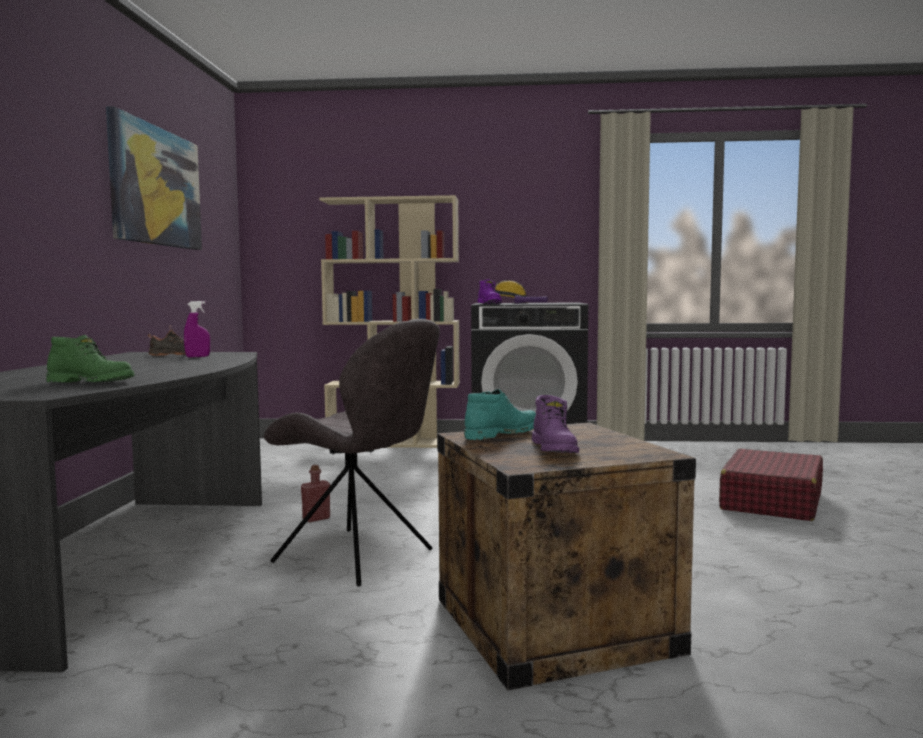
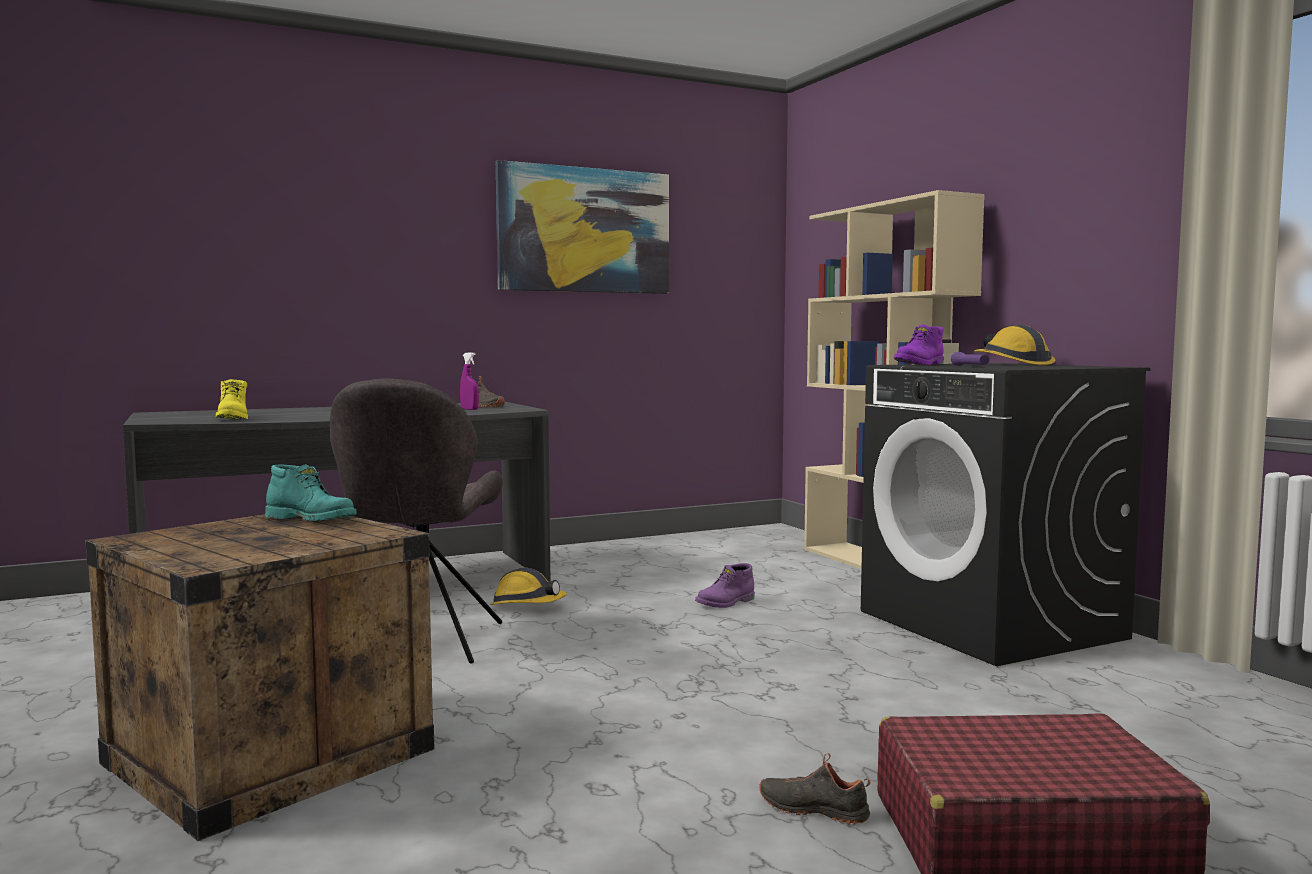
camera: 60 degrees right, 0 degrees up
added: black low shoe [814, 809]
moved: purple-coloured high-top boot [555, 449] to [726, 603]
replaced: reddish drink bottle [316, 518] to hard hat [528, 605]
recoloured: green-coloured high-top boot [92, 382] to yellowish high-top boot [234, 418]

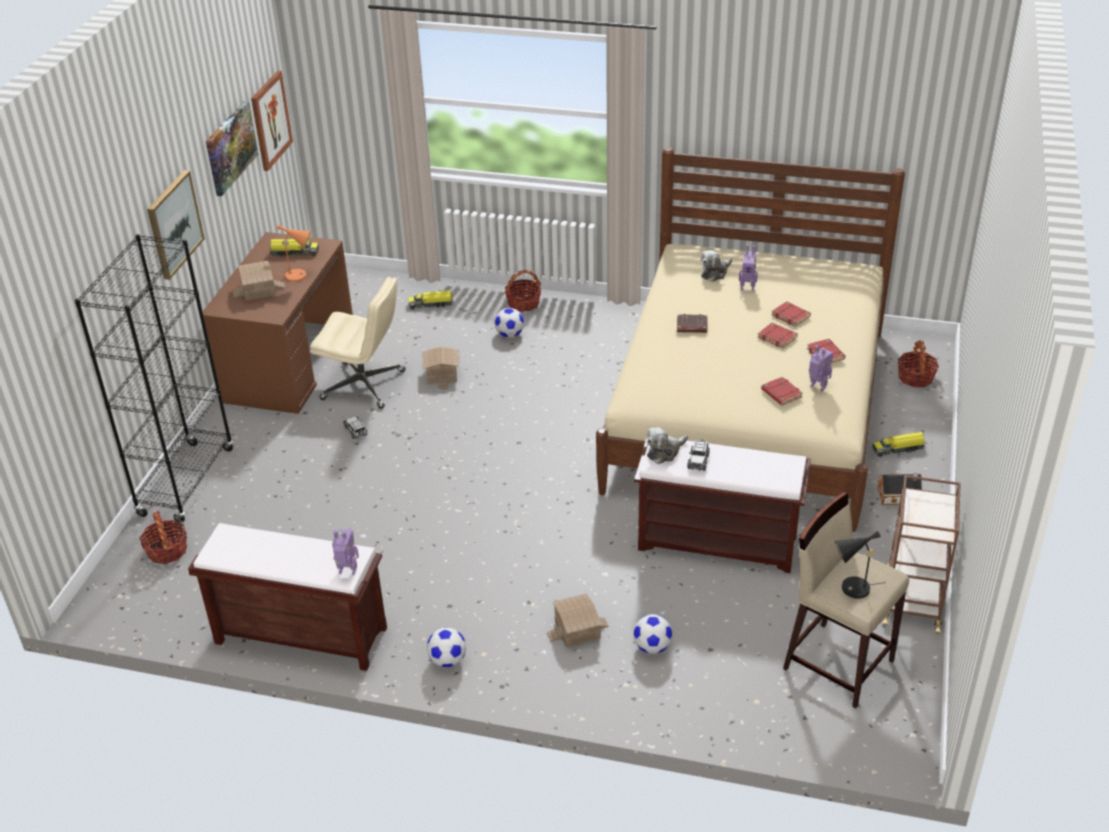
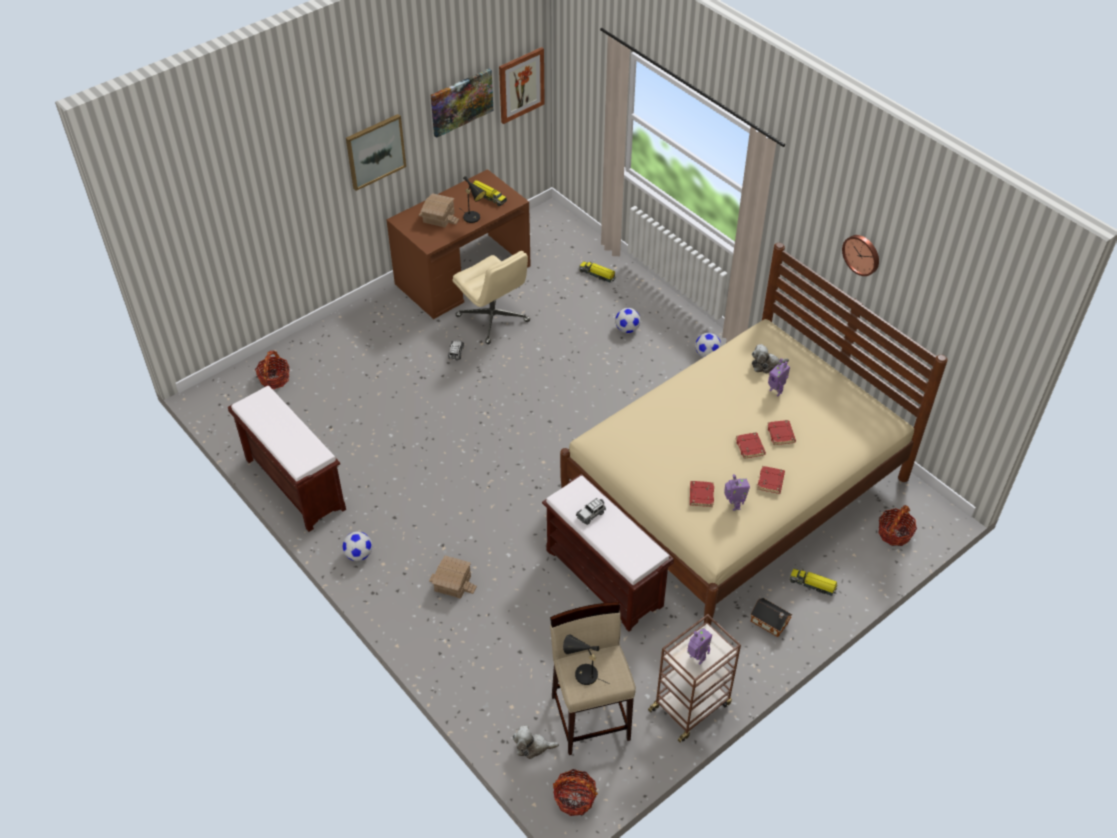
camera: 35 degrees right, 10 degrees up
removed: black shelving unit [186, 482]; toy house [441, 374]; brownish bound book [691, 326]
added: clock on the wall [862, 254]
moved: soft toy [664, 452] to [532, 746]; storage basket [523, 303] to [574, 798]; toy robot [347, 571] to [696, 658]; ball for football [652, 647] to [706, 354]
recoloured: orange-coloured lamp for a table [299, 276] to black lamp for a table [474, 218]

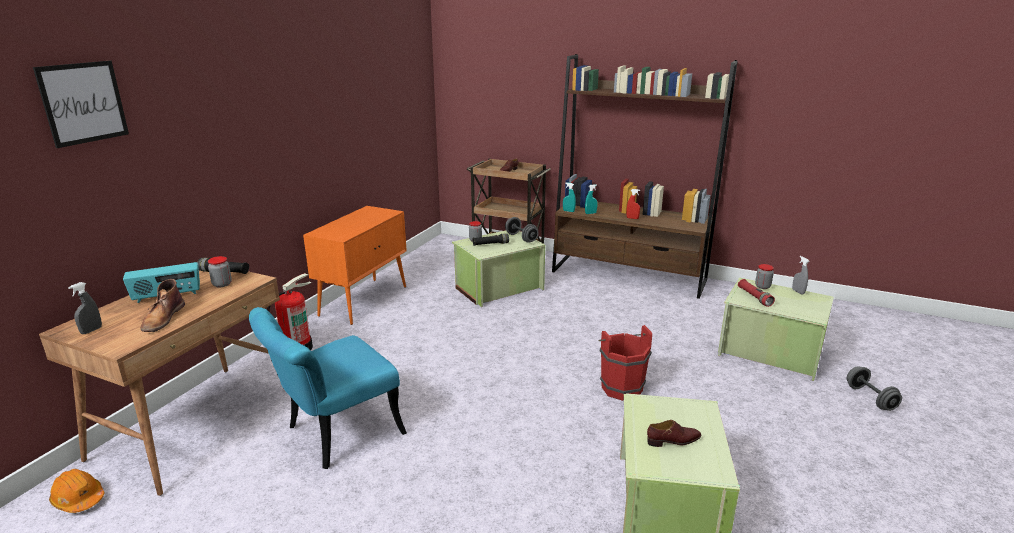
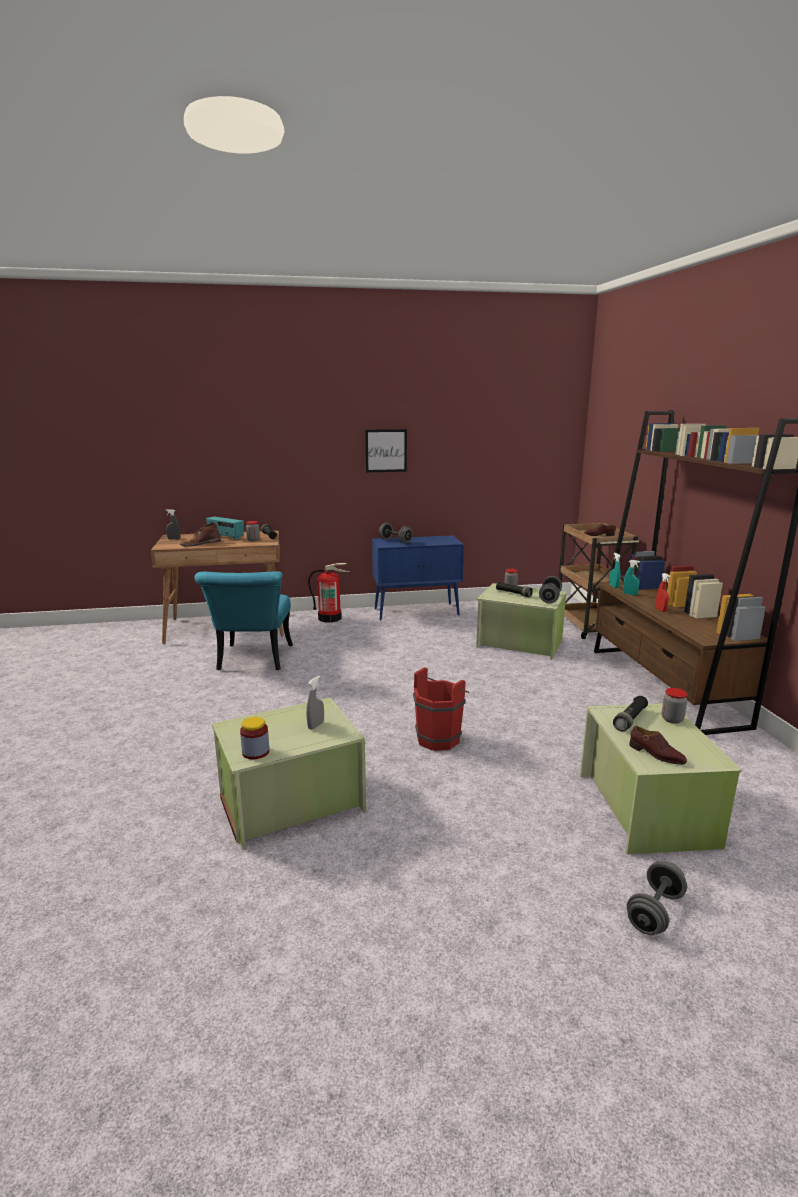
camera: 55 degrees right, 5 degrees down
removed: orange-coloured hard hat [78, 499]
added: storage jar [255, 752]; gray dumbbell [395, 541]
moved: gray sprayer [798, 292] to [316, 725]; wall art [83, 103] to [386, 450]; brownish low shoe [673, 441] to [656, 754]
recoloured: orange-coloured storage cabinet [364, 300] to blue-coloured storage cabinet [417, 612]; reddish hand torch [754, 297] to black hand torch [630, 719]
turned: blue-green upright chair [334, 435] = [253, 661] 105 degrees counterclockwise

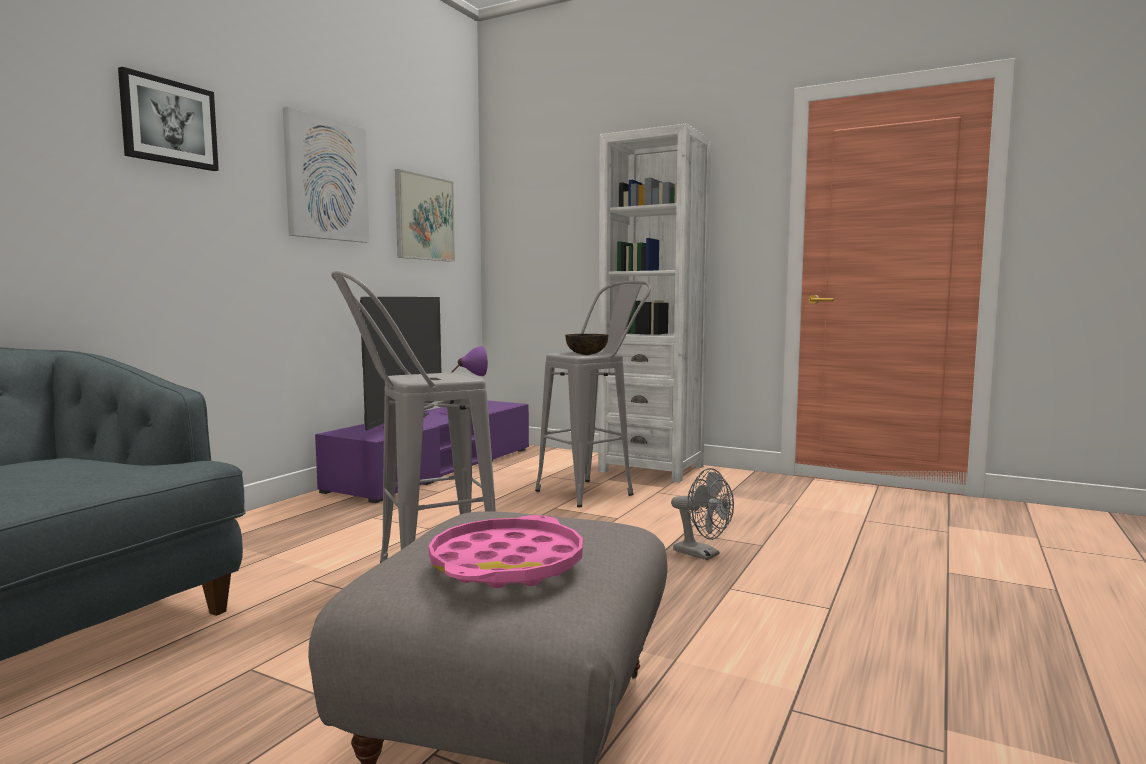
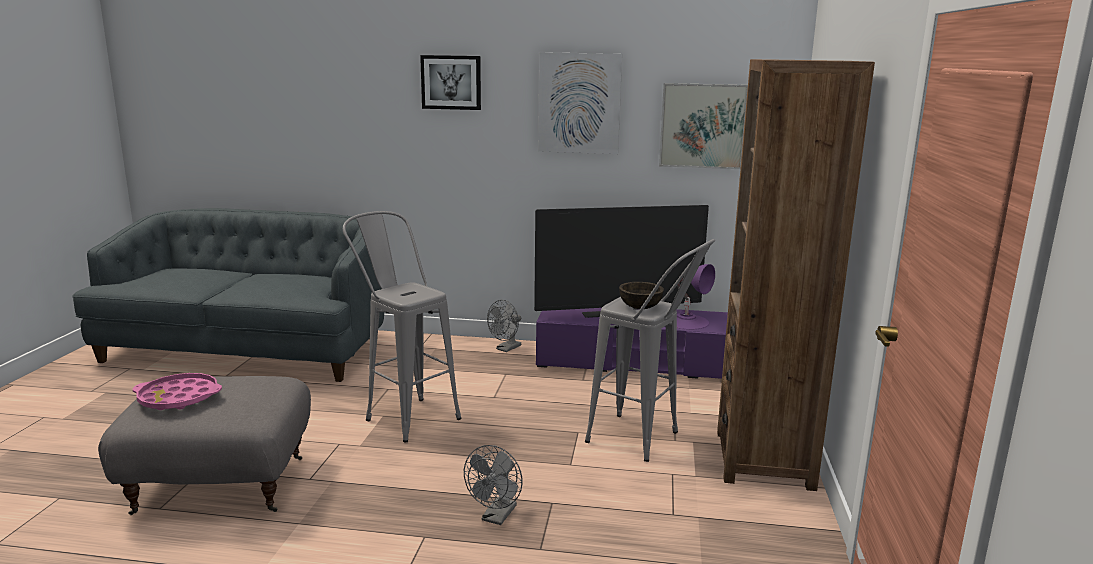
camera: 70 degrees right, 10 degrees up
added: gray fan [506, 349]
recoloured: whitish shelving unit [651, 469] to brownish shelving unit [764, 459]

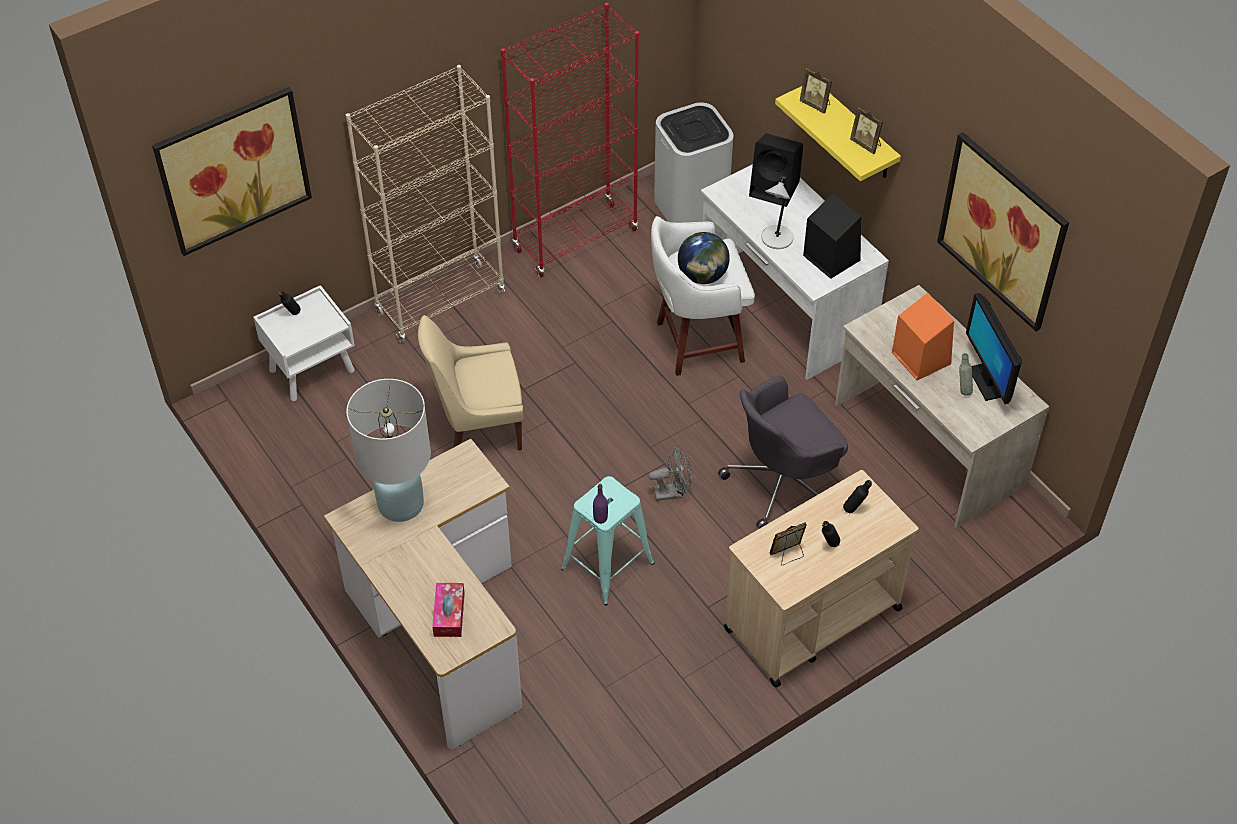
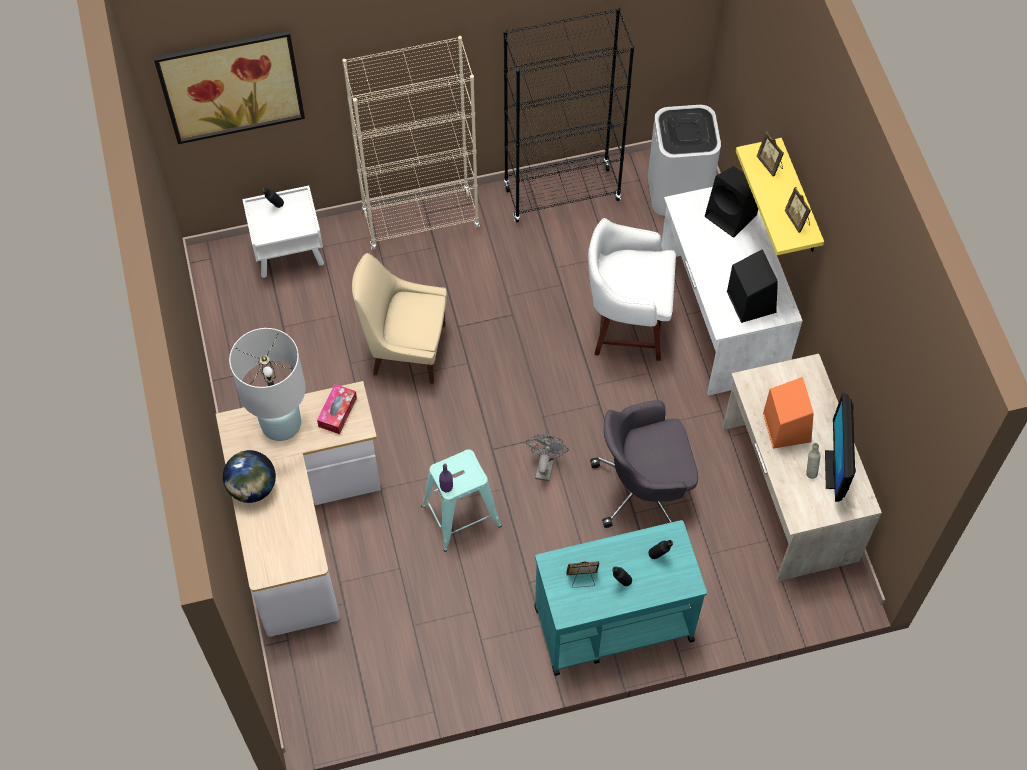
camera: 20 degrees right, 10 degrees up
removed: gray lamp for a table [776, 239]; wall art [1003, 230]
moved: world globe [702, 276] to [252, 488]; box of tissues [449, 614] to [337, 412]
recoloured: reddish shelving unit [575, 240] to black shelving unit [562, 194]; sand-coloured trolley [811, 619] to blue-green trolley [612, 623]
turned: gray fan [673, 492] = [545, 465] 90 degrees counterclockwise

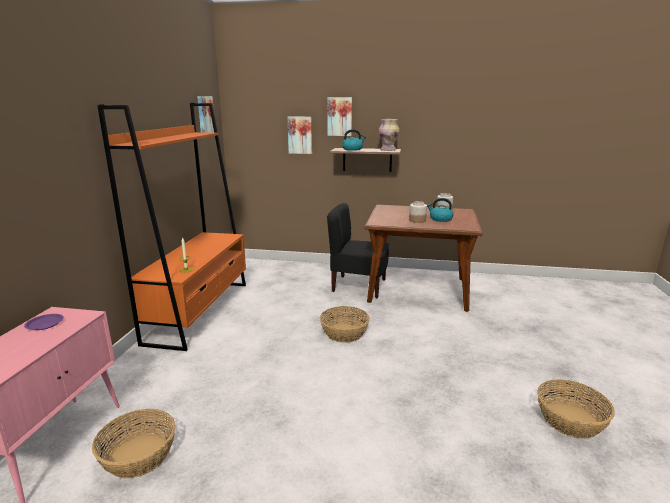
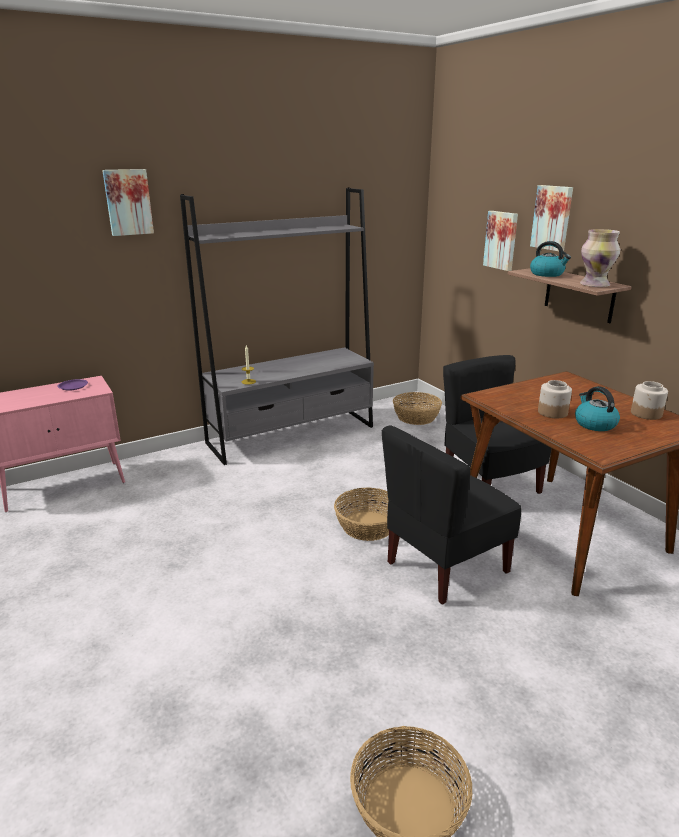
camera: 50 degrees right, 5 degrees up
added: black upright chair [445, 567]
moved: wall art [205, 116] to [128, 202]; storage basket [139, 455] to [416, 417]
recoloured: orange-coloured shelving unit [200, 311] to gray shelving unit [292, 435]

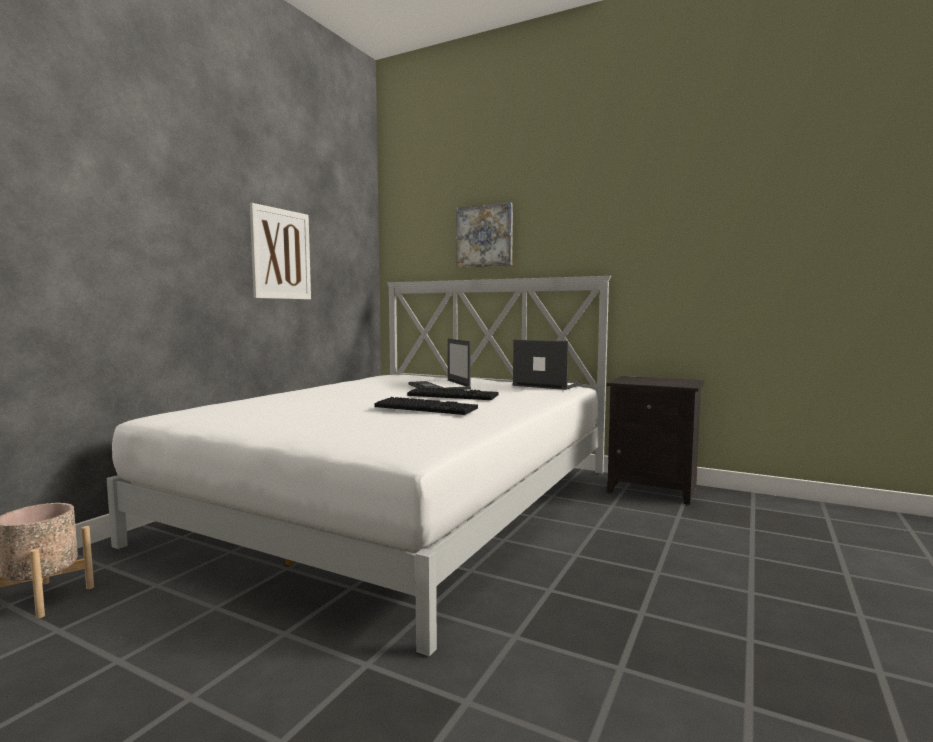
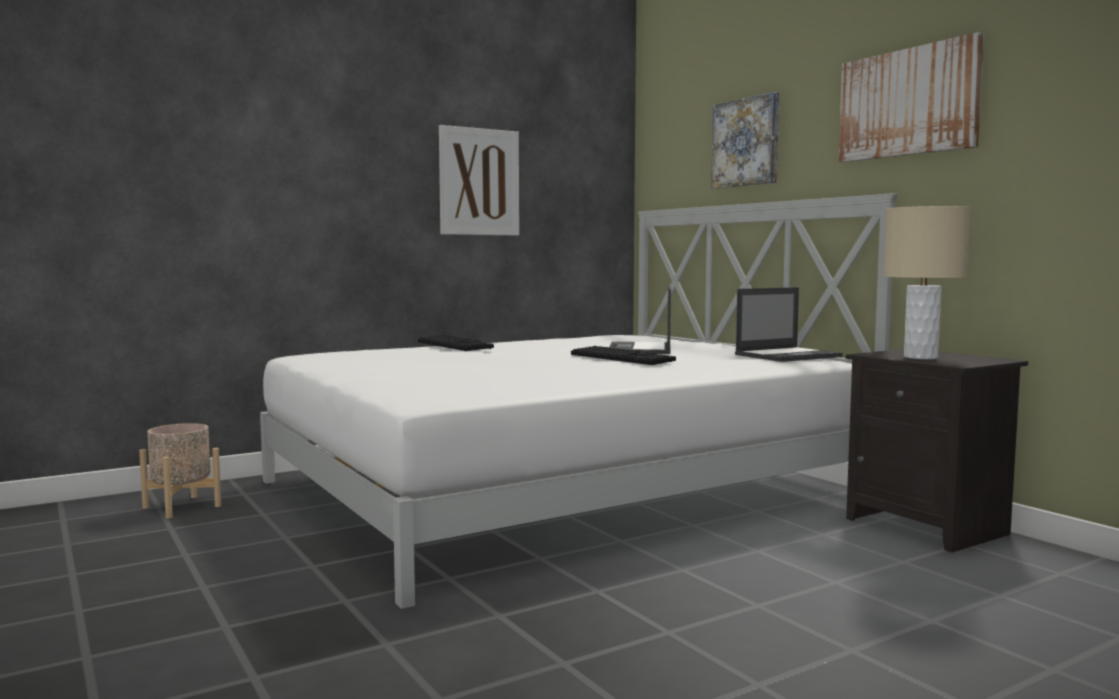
camera: 30 degrees right, 0 degrees up
added: wall art [908, 103]; sand-coloured lamp for a table [921, 357]
moved: computer keyboard [427, 408] to [456, 345]
turned: notebook computer [546, 385] = [788, 355] 90 degrees clockwise

